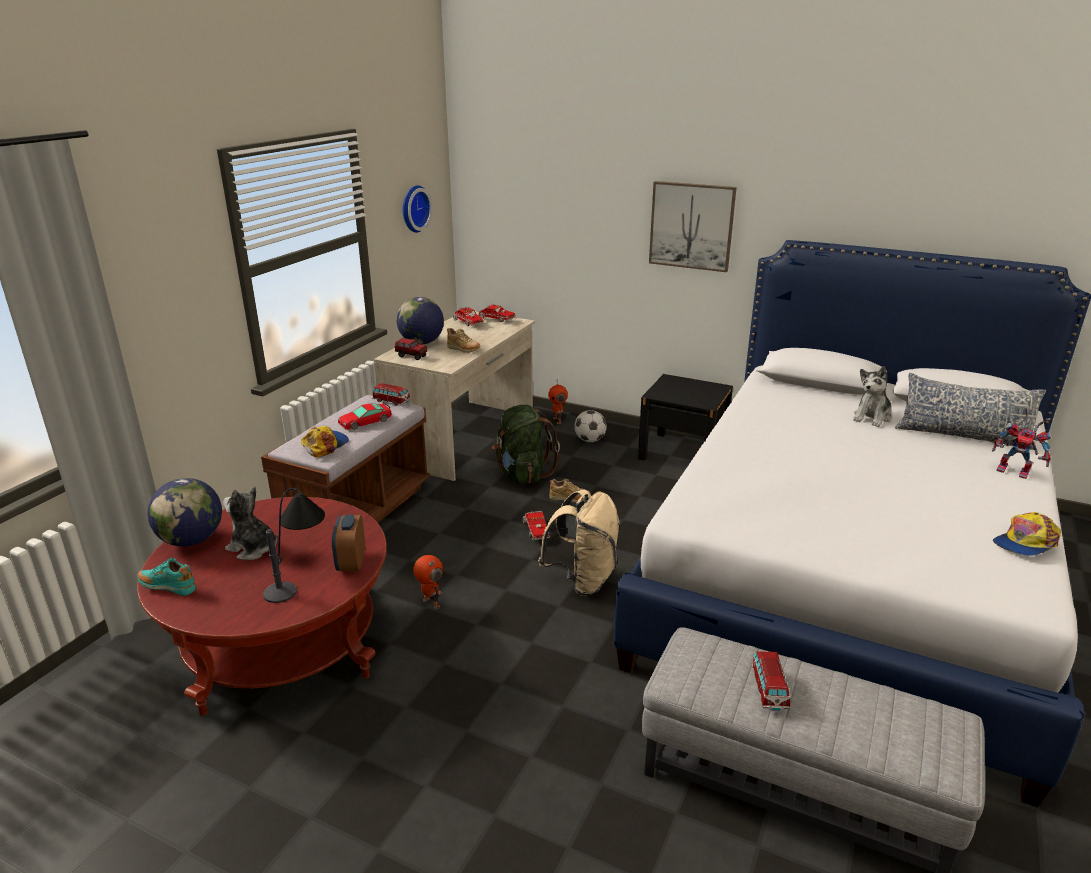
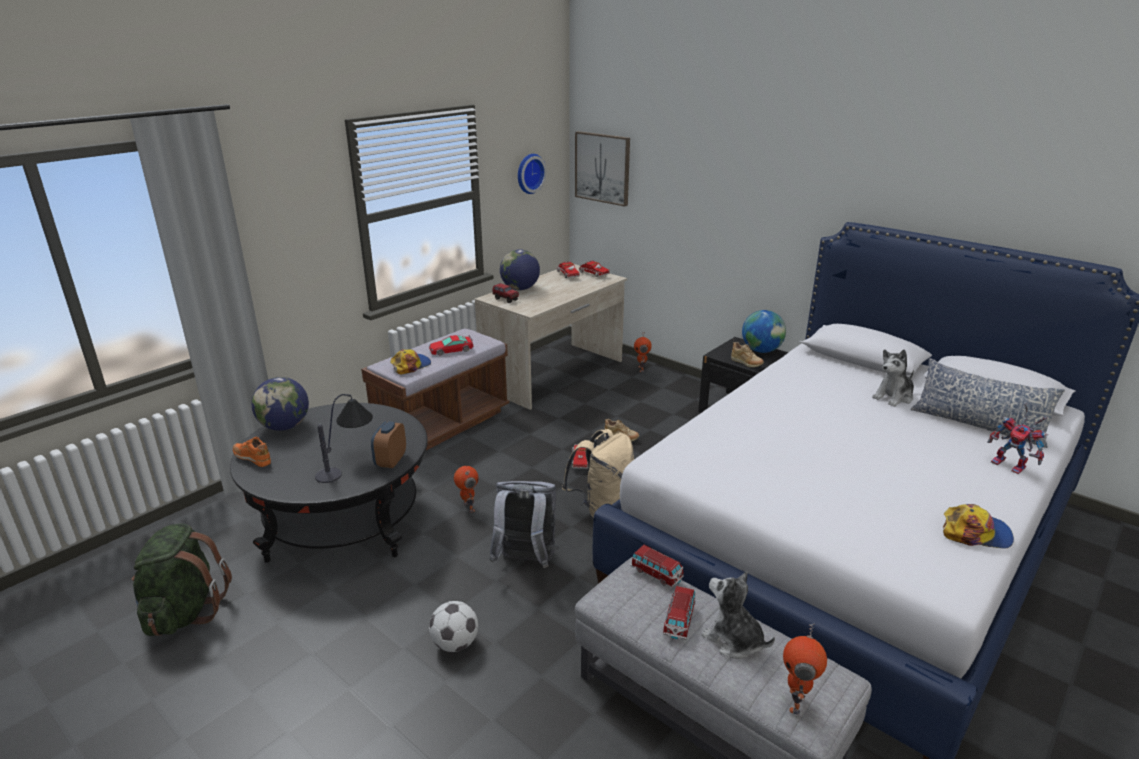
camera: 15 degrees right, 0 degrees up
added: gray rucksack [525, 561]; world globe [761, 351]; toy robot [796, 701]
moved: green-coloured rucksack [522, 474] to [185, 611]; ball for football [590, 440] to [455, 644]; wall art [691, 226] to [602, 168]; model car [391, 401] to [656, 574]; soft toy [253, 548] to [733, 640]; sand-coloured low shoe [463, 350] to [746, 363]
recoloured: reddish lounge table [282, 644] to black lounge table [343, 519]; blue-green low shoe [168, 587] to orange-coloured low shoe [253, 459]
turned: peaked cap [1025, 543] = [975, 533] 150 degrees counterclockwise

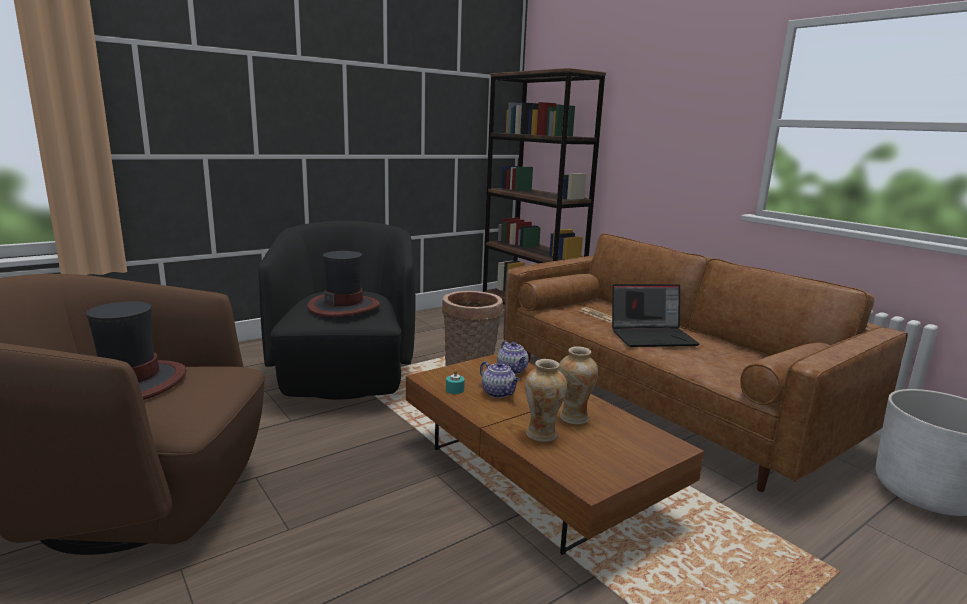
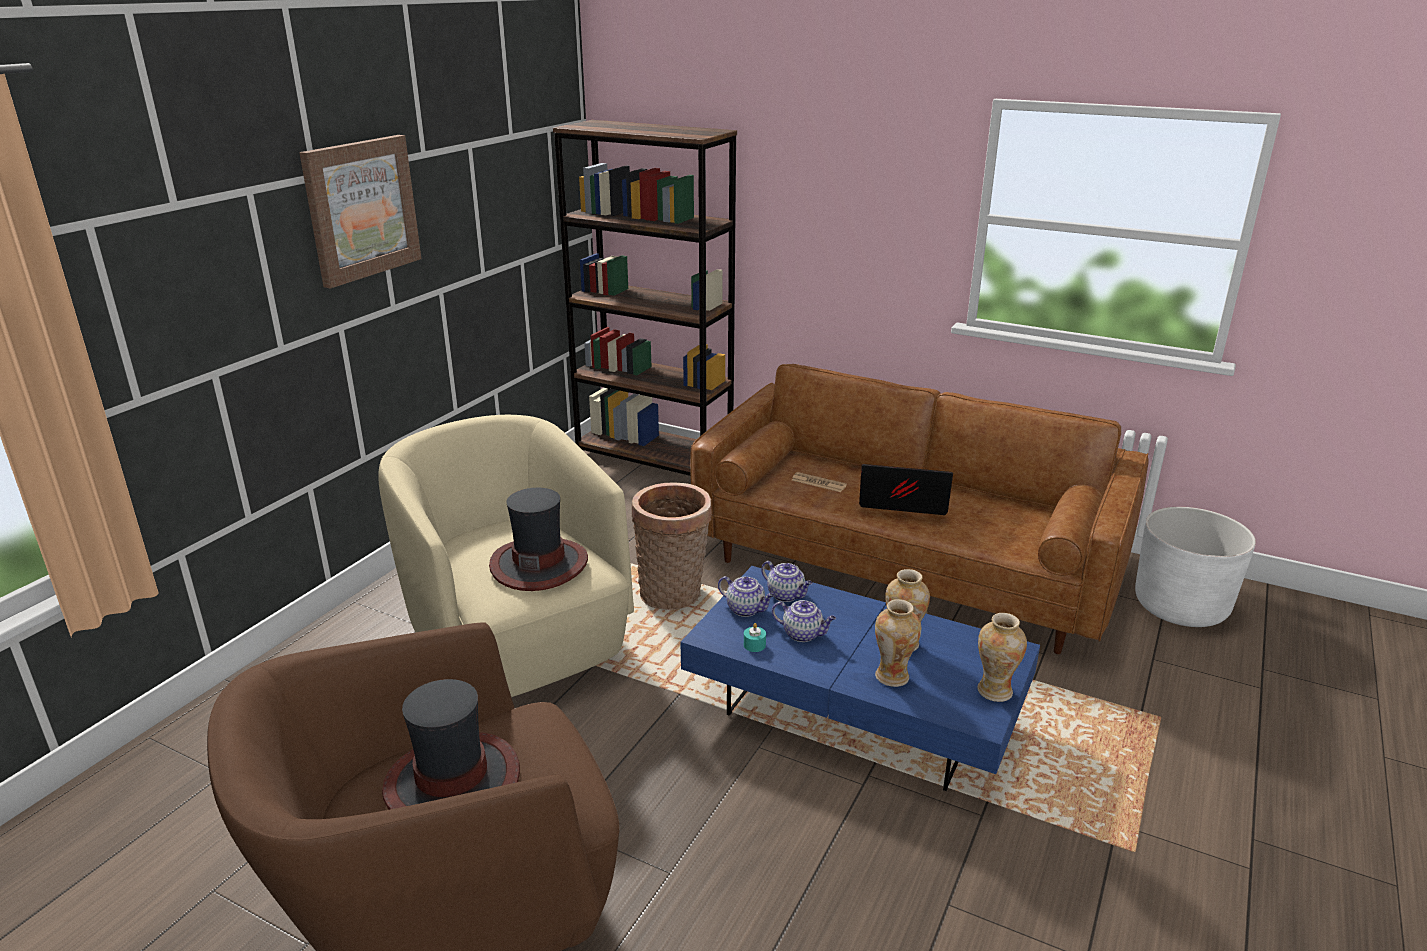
camera: 25 degrees left, 10 degrees up
added: wall art [361, 209]; pot for tea [746, 609]; vase [994, 691]
recoloured: black easy chair [346, 375] to sand-coloured easy chair [518, 641]; brownish lounge table [535, 477] to blue-coloured lounge table [855, 712]
turned: notebook computer [653, 336] = [901, 503] 135 degrees counterclockwise

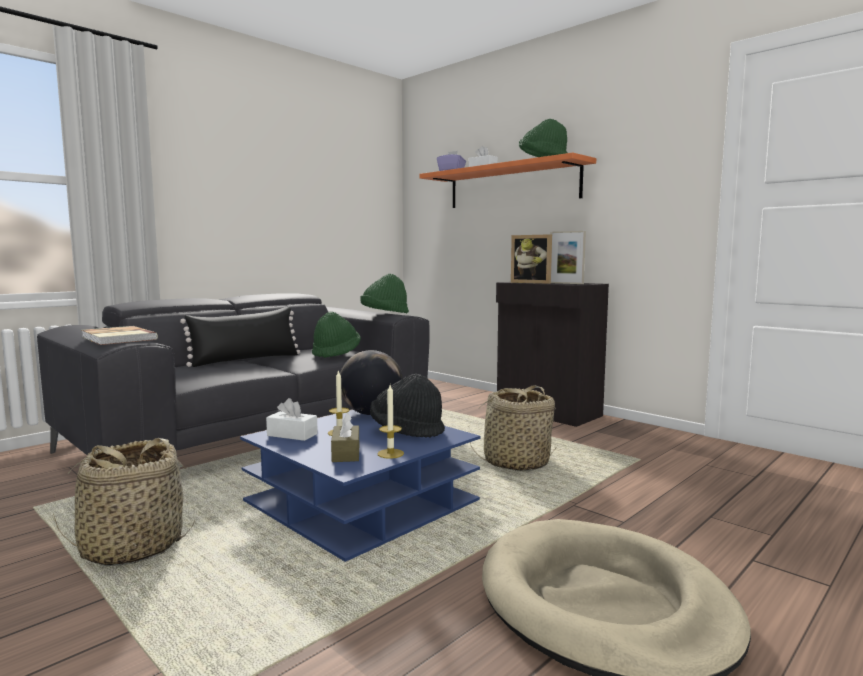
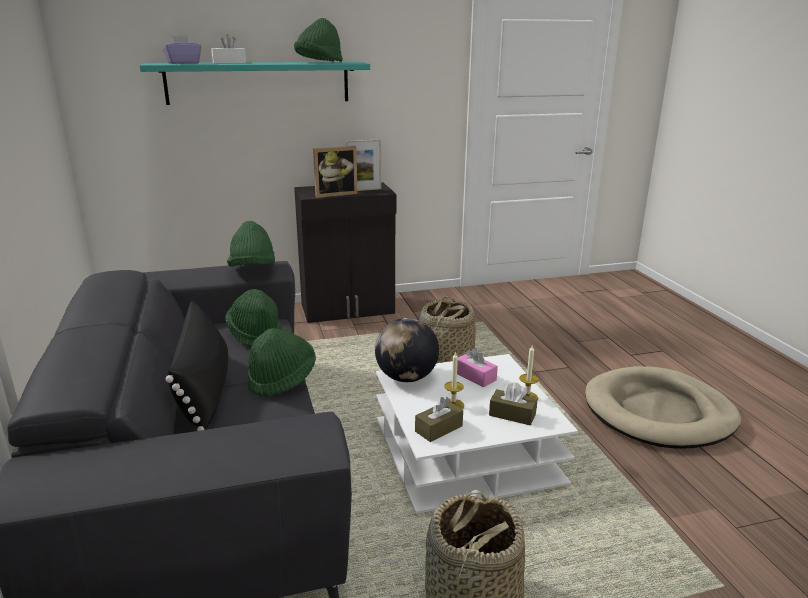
camera: 60 degrees left, 15 degrees up
removed: bound book [117, 338]
added: green-coloured wearable hat [282, 379]
replaced: black wearable hat [406, 431] to pink-coloured box of tissues [475, 376]
recoloured: orange-coloured shelf [512, 186] to blue-green shelf [258, 82]; blue-coloured lounge table [361, 502] to whitish lounge table [466, 451]; whitish box of tissues [292, 435] to brownish box of tissues [438, 429]

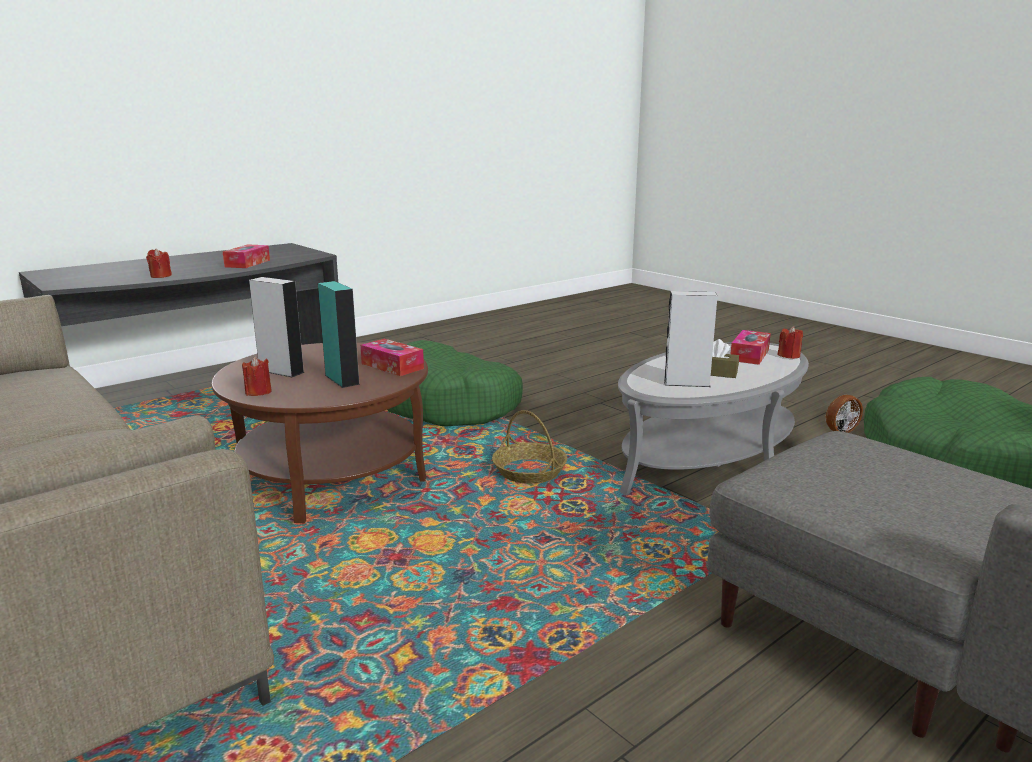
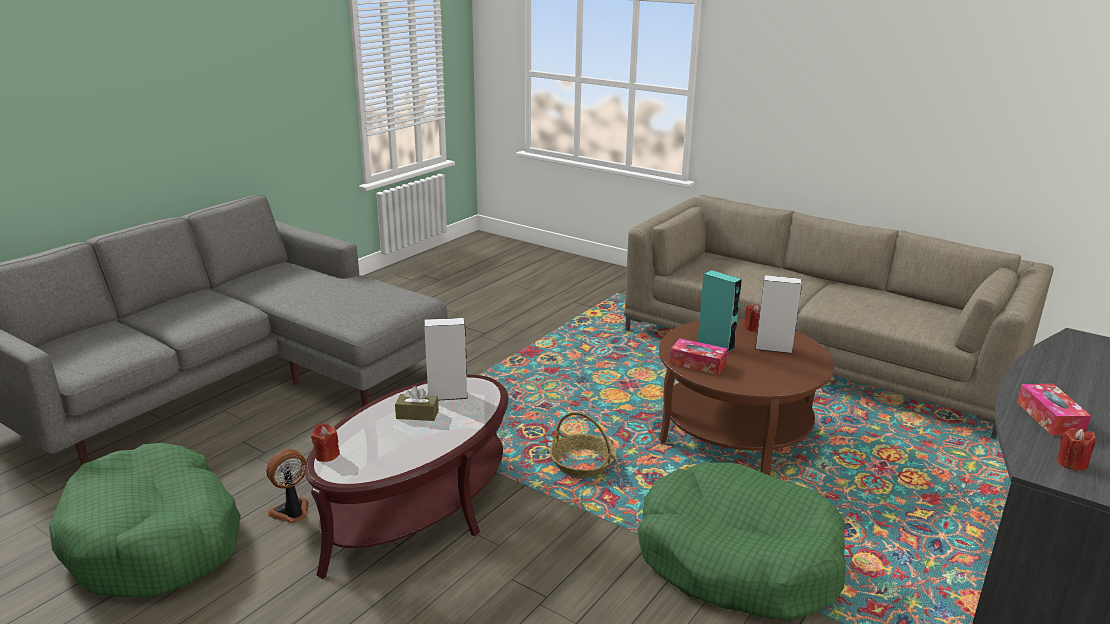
camera: 165 degrees right, 5 degrees up
removed: box of tissues [749, 355]
moved: reddish wax candle [160, 276] to [1071, 463]
recoloured: gray lounge table [709, 457] to brownish lounge table [418, 505]

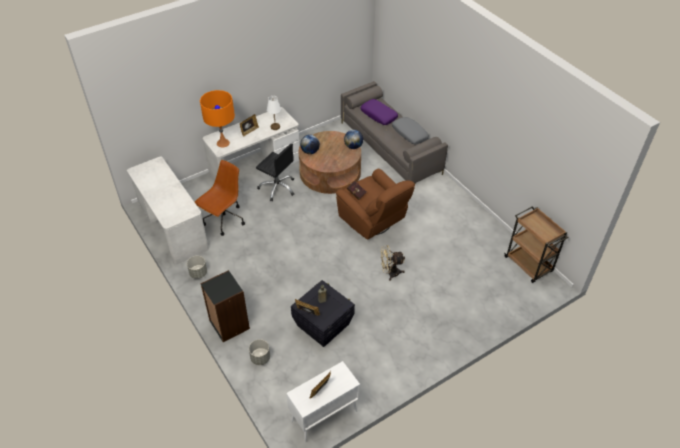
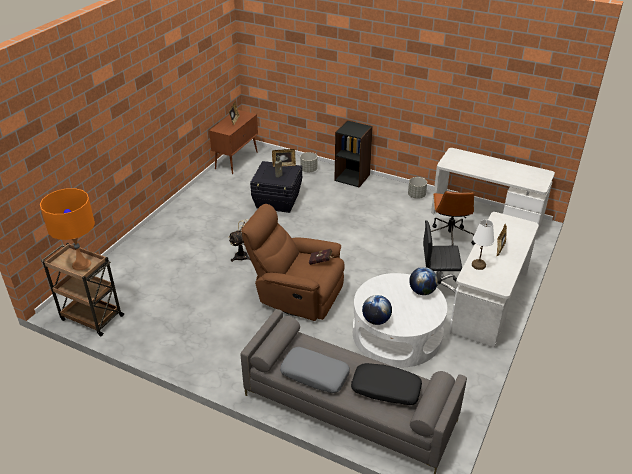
camera: 150 degrees right, 10 degrees down
moved: orange-coloured lamp for a table [223, 143] to [81, 264]
recoloured: whitish storage cabinet [323, 417] to brownish storage cabinet [236, 160]; purple-coloured cushion [379, 115] to black cushion [385, 389]; brownish lounge table [330, 172] to whitish lounge table [397, 333]

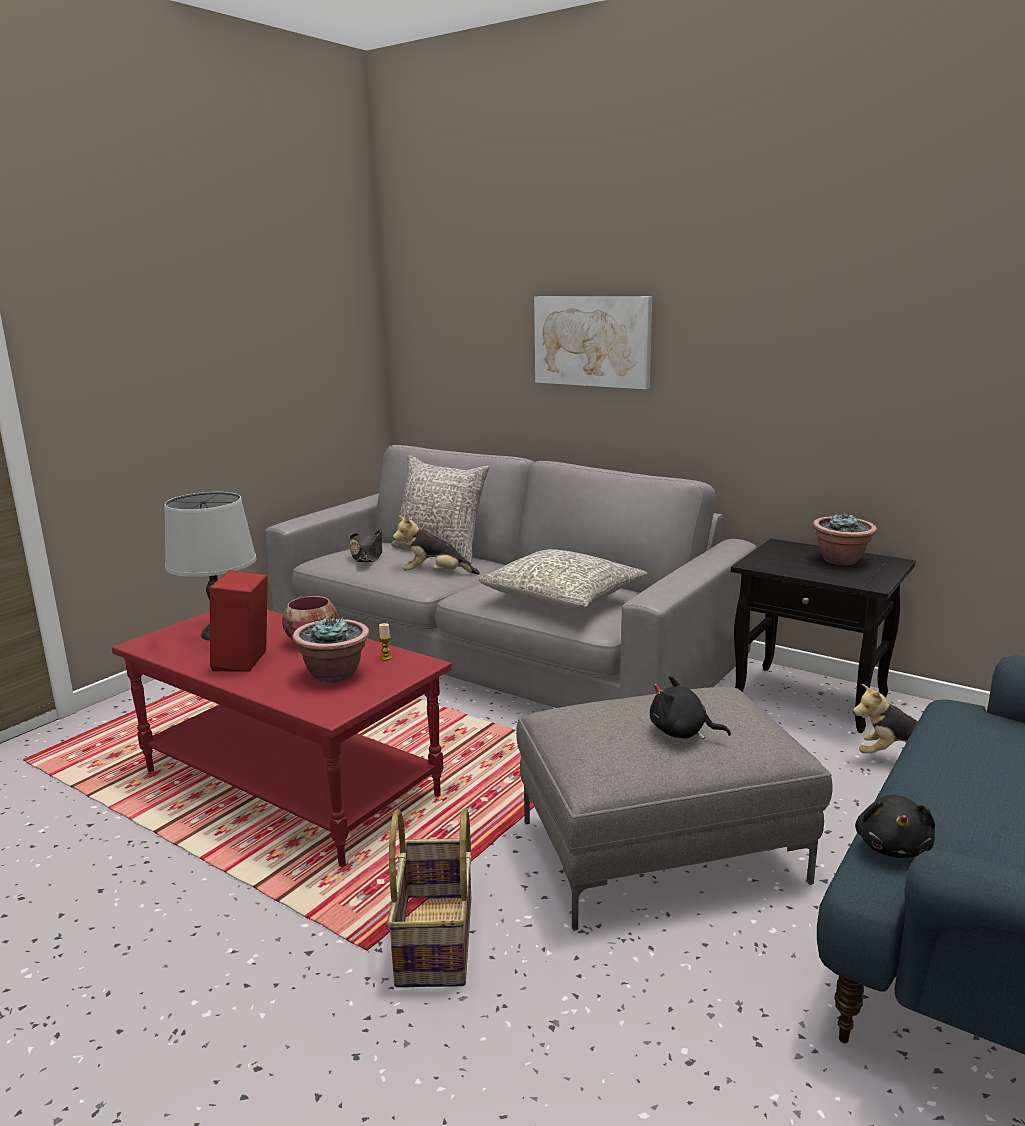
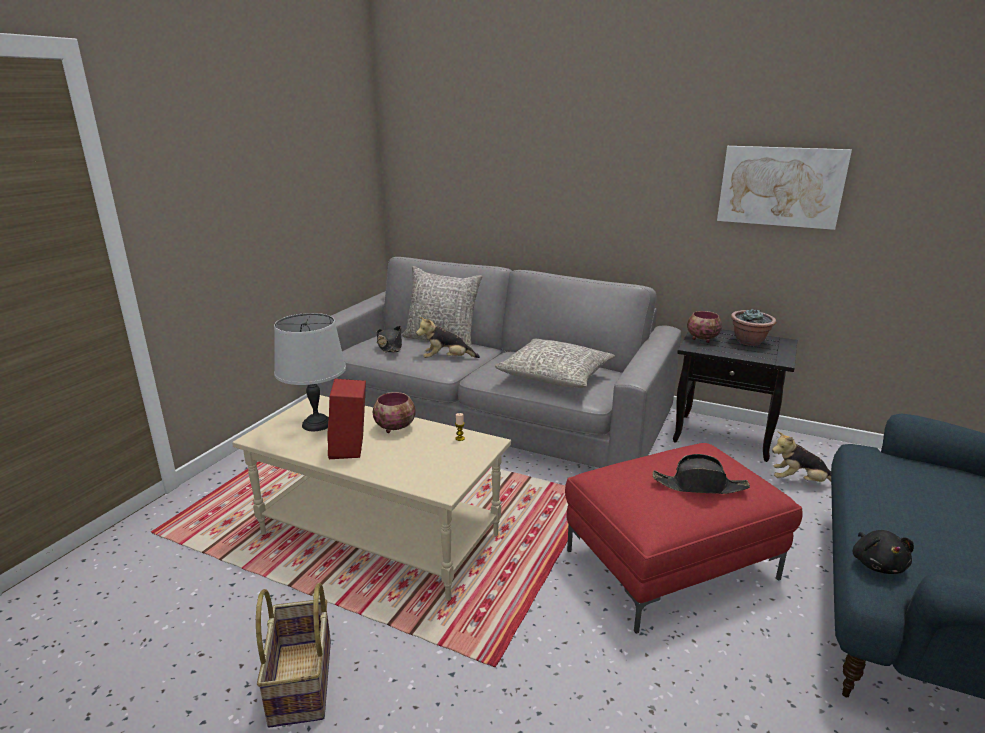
camera: 10 degrees left, 5 degrees up
removed: houseplant [334, 674]
added: serving bowl [701, 339]
moved: storage basket [437, 941] to [303, 682]; wall art [592, 341] to [780, 186]
replaced: black soft toy [682, 732] to black wearable hat [700, 486]
recoloured: reddish lounge table [293, 783] to sand-coloured lounge table [381, 534]; gray ottoman [659, 853] to reddish ottoman [670, 566]

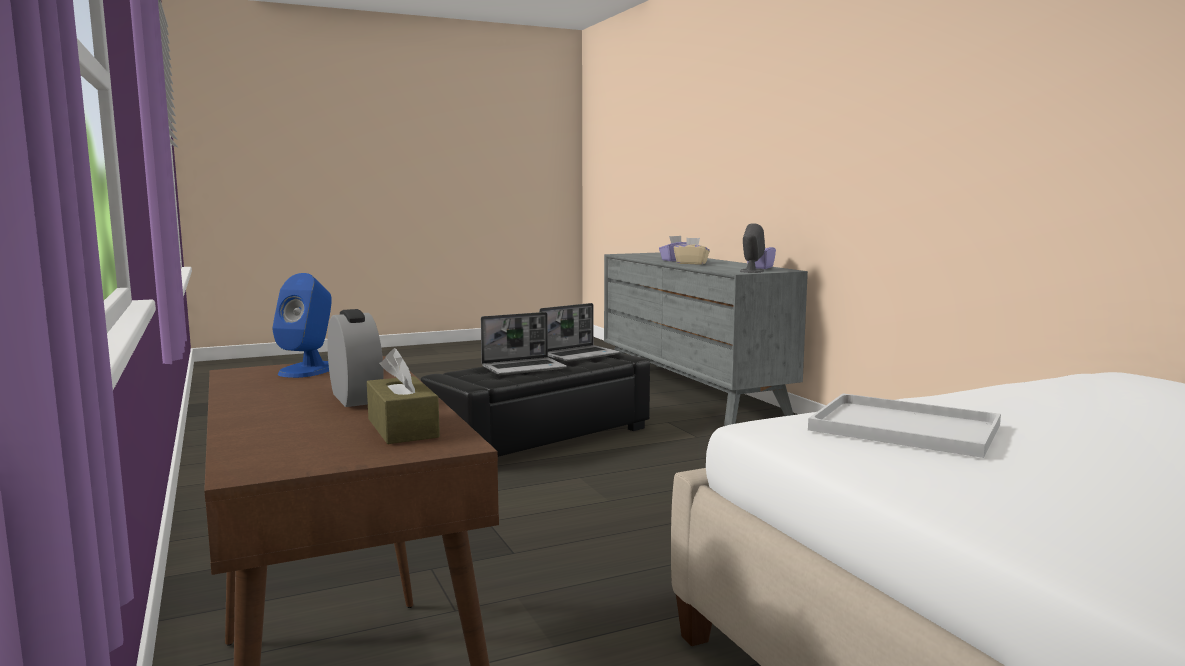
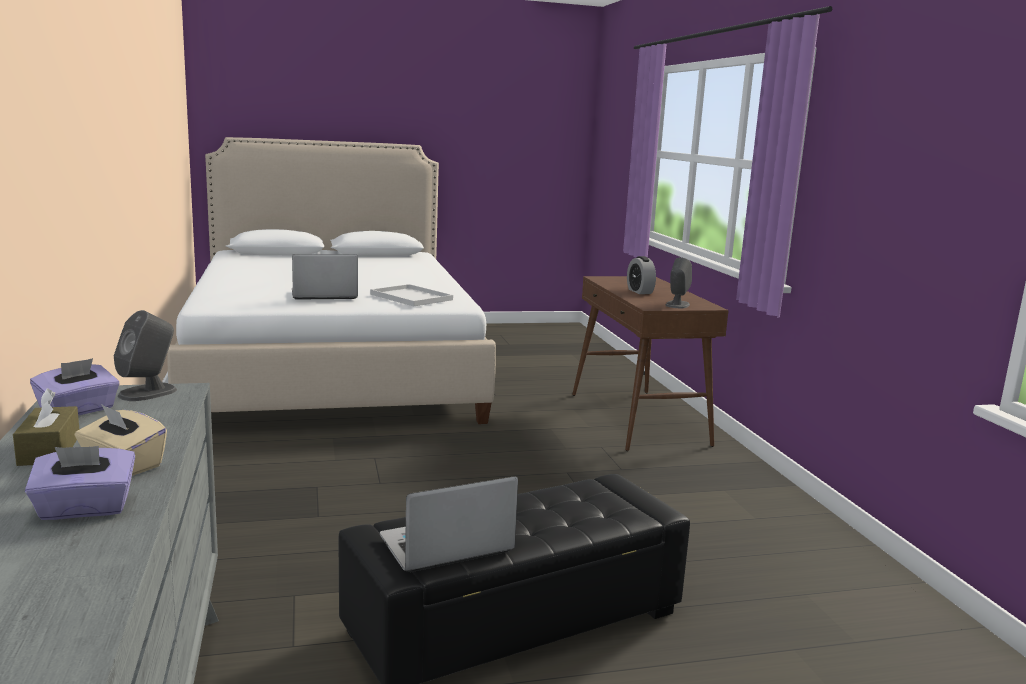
camera: 170 degrees left, 5 degrees up
moved: brownish box of tissues [402, 428] to [49, 450]; notebook computer [524, 368] to [323, 295]
recoloured: blue-coloured speaker [308, 370] to gray speaker [677, 305]

